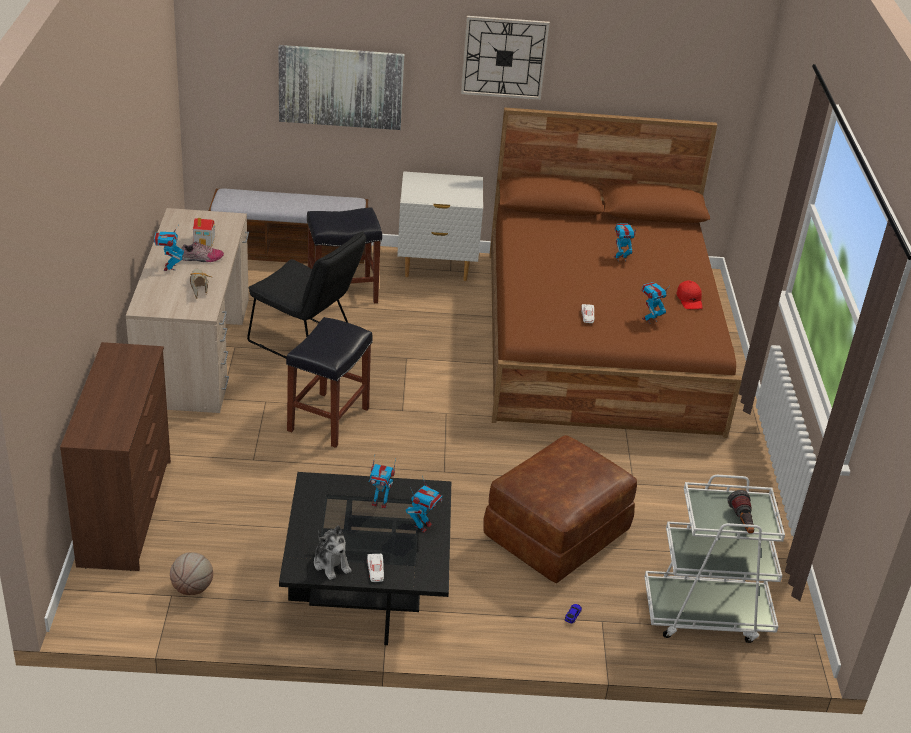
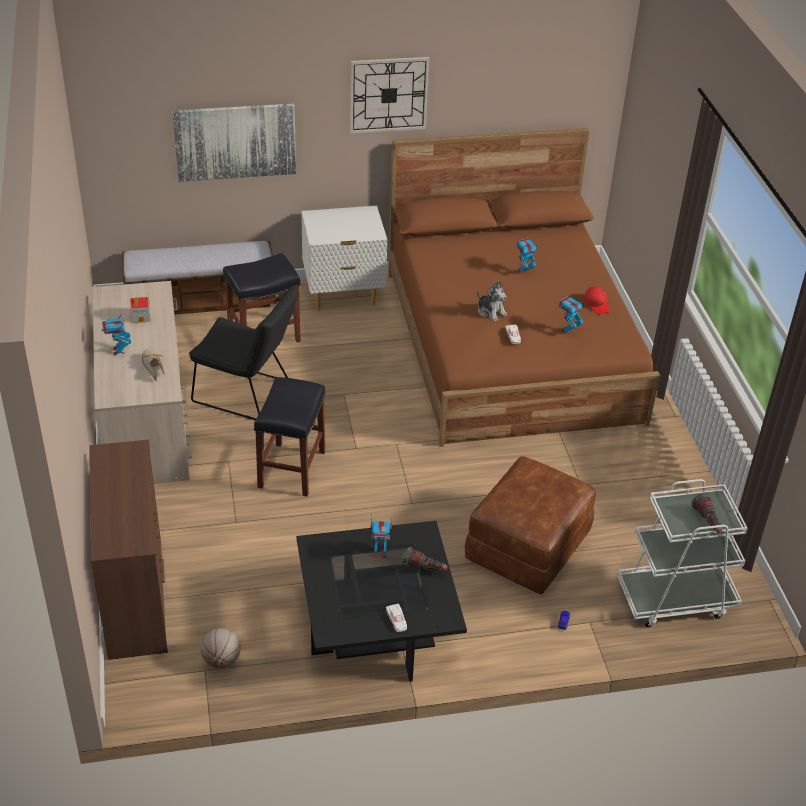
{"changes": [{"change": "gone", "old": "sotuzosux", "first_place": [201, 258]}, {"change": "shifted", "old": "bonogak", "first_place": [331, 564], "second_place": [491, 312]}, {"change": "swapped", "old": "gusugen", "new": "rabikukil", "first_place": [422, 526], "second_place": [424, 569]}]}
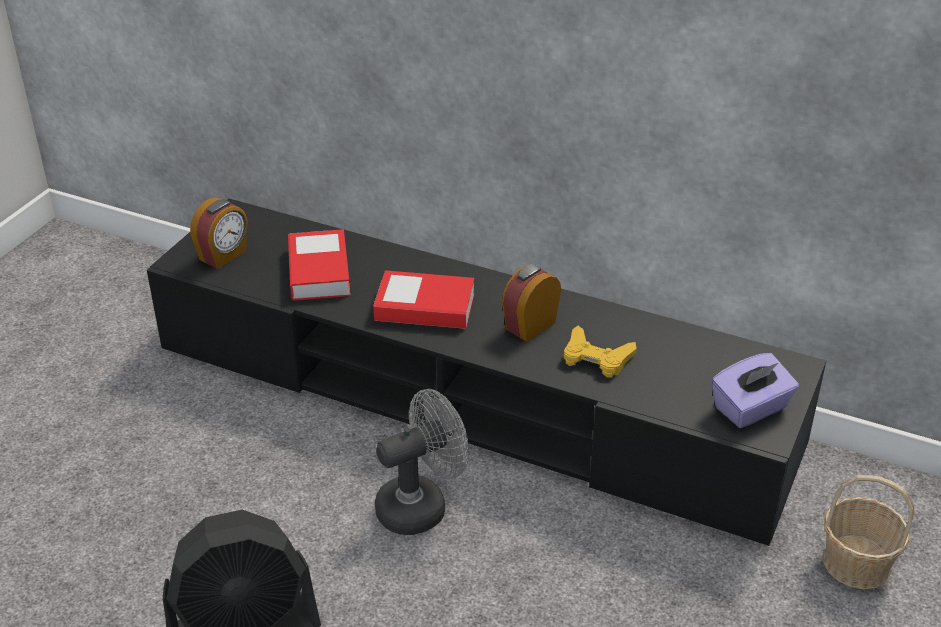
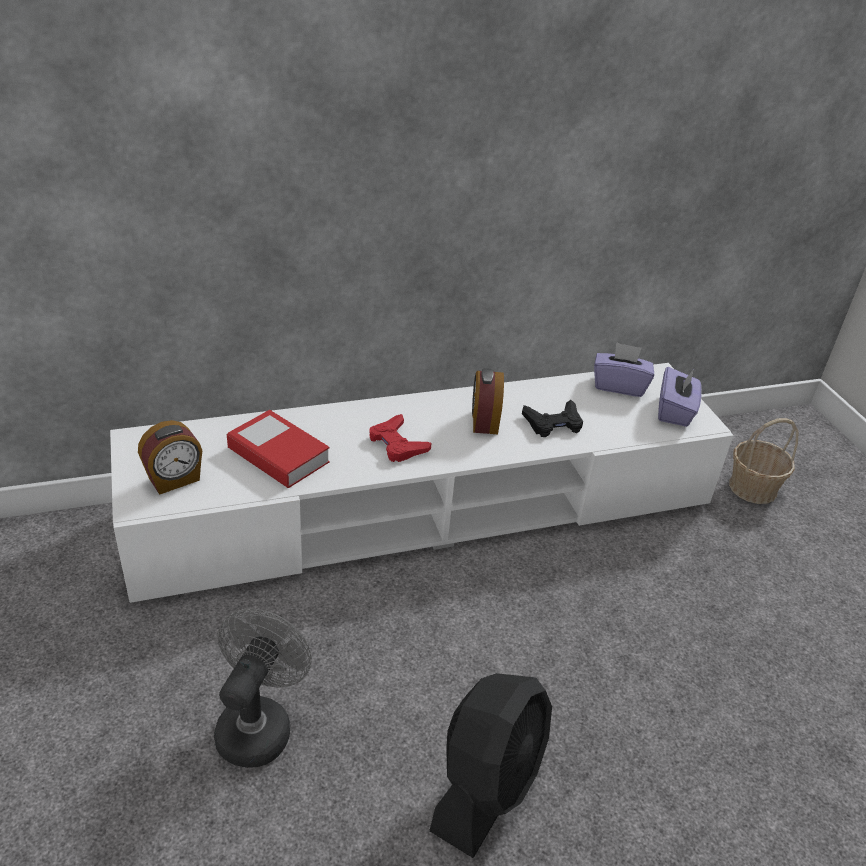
{"changes": [{"change": "new", "new": "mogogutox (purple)", "second_place": [619, 386]}, {"change": "shifted", "old": "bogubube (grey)", "first_place": [421, 505], "second_place": [258, 724]}, {"change": "swapped", "old": "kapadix", "new": "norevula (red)", "first_place": [425, 308], "second_place": [397, 444]}, {"change": "repainted", "old": "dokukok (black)", "new": "dokukok (white)", "first_place": [472, 398], "second_place": [428, 507]}, {"change": "repainted", "old": "norevula (yellow)", "new": "norevula (black)", "first_place": [596, 358], "second_place": [553, 423]}, {"change": "rotated", "old": "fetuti", "first_place": [223, 256], "second_place": [174, 480], "degrees": 60}]}
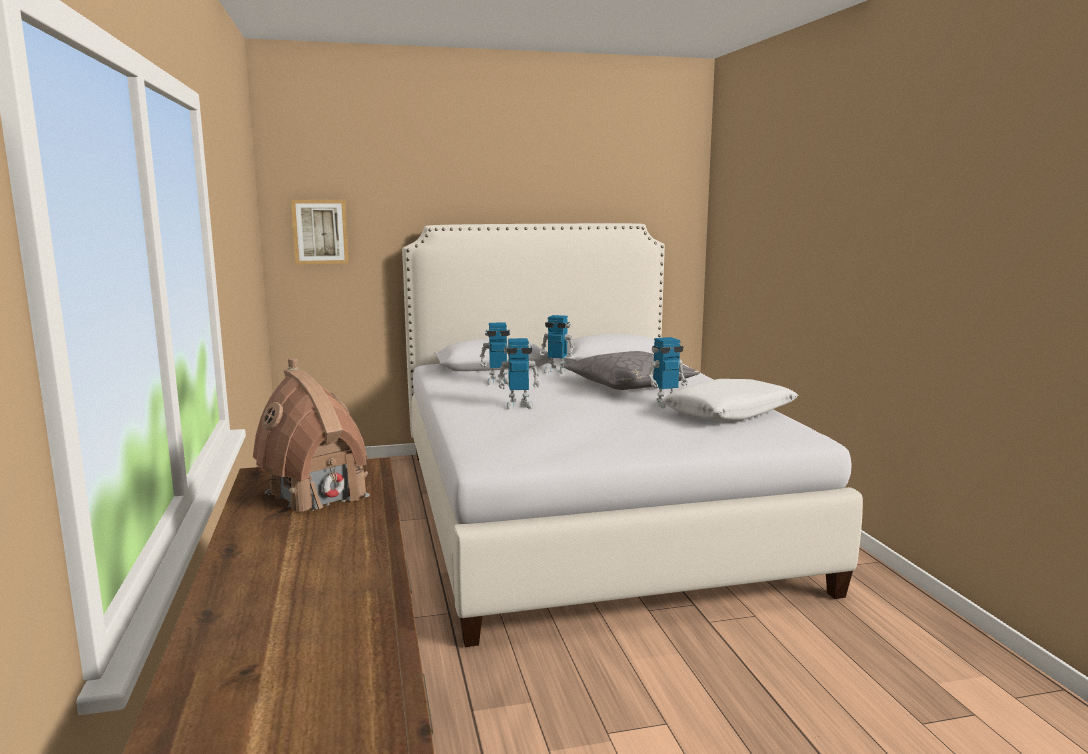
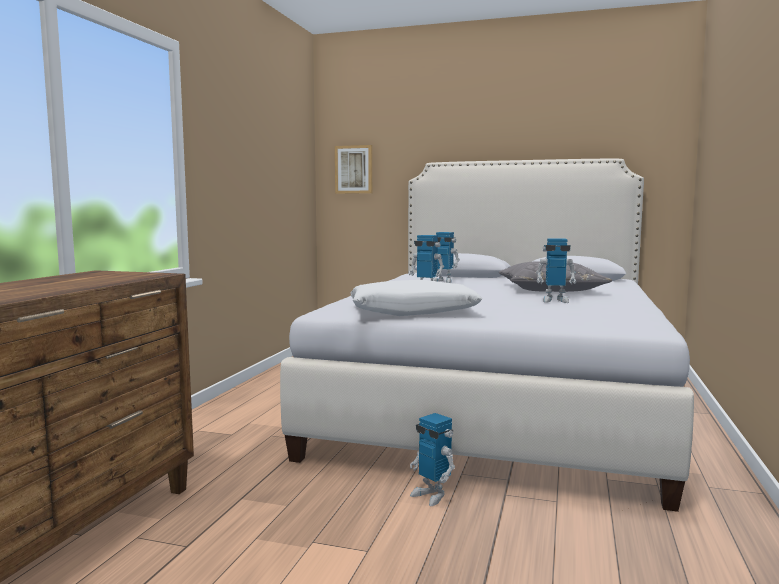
{"changes": [{"change": "gone", "old": "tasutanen", "first_place": [317, 494]}, {"change": "shifted", "old": "gusugen", "first_place": [556, 371], "second_place": [431, 495]}, {"change": "shifted", "old": "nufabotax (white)", "first_place": [730, 413], "second_place": [413, 312]}]}
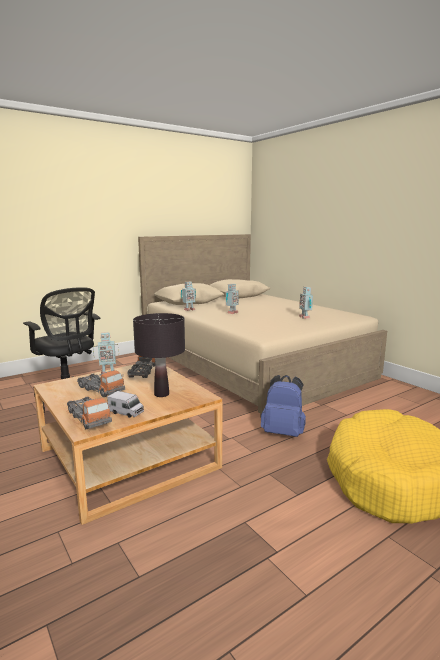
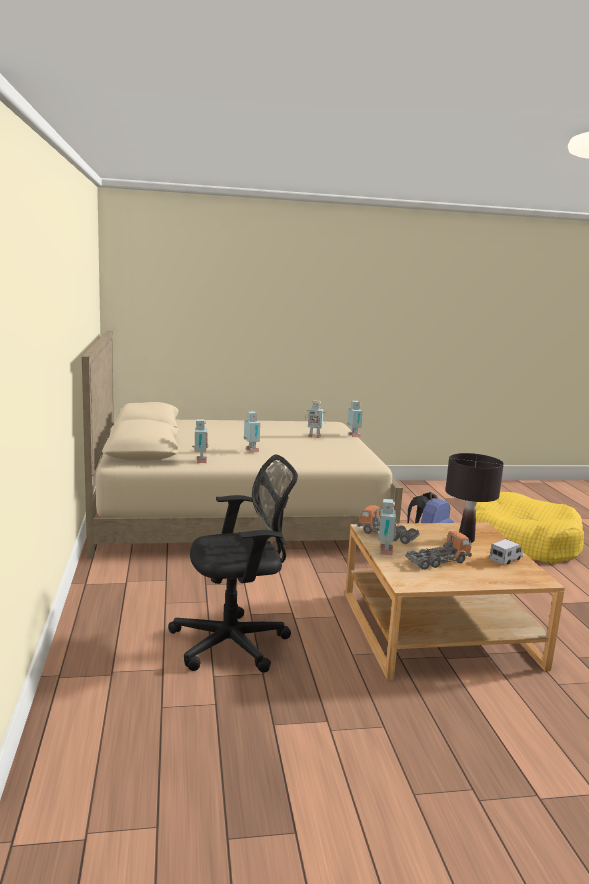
{"changes": [{"change": "gone", "old": "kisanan", "first_place": [89, 418]}, {"change": "new", "new": "gusugen", "second_place": [353, 436]}]}
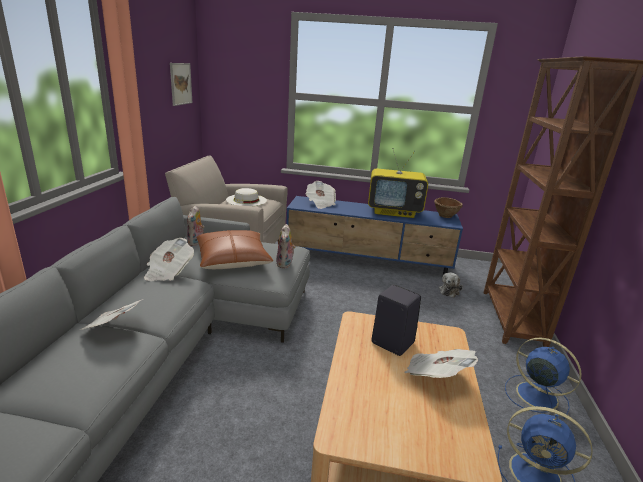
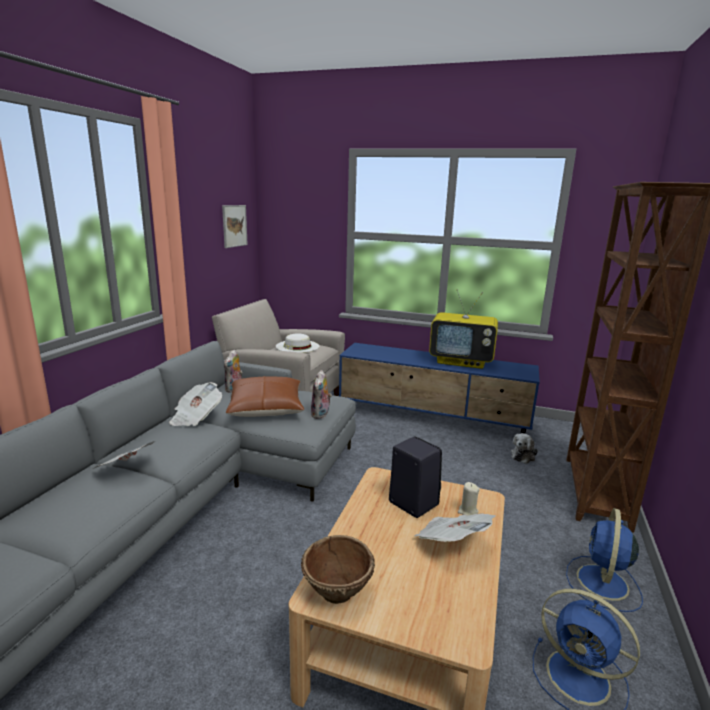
{"changes": [{"change": "gone", "old": "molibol", "first_place": [320, 203]}, {"change": "new", "new": "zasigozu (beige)", "second_place": [467, 512]}, {"change": "shifted", "old": "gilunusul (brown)", "first_place": [446, 216], "second_place": [337, 591]}, {"change": "rotated", "old": "bogubube (blue)", "first_place": [534, 394], "second_place": [602, 583], "degrees": -120}]}
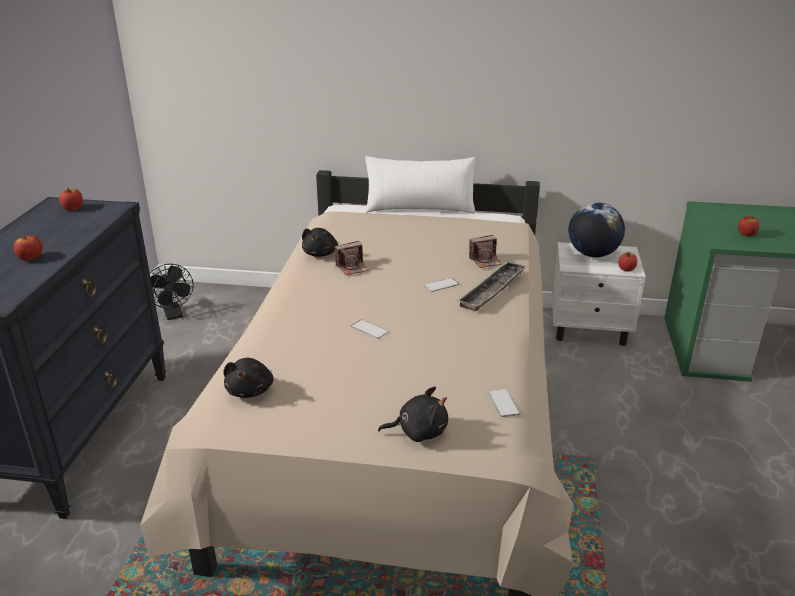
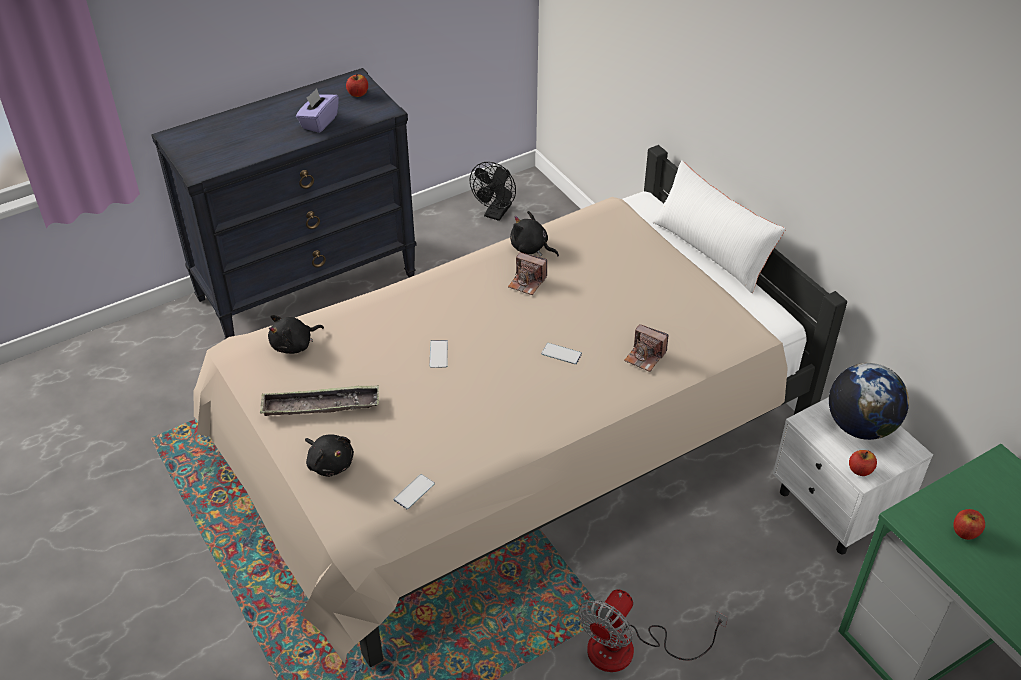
{"changes": [{"change": "gone", "old": "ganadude", "first_place": [30, 258]}, {"change": "new", "new": "mogogutox (purple)", "second_place": [319, 122]}, {"change": "new", "new": "bogubube", "second_place": [628, 650]}, {"change": "shifted", "old": "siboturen", "first_place": [492, 290], "second_place": [320, 405]}, {"change": "rotated", "old": "bonogak (black)", "first_place": [321, 253], "second_place": [531, 248], "degrees": 60}]}
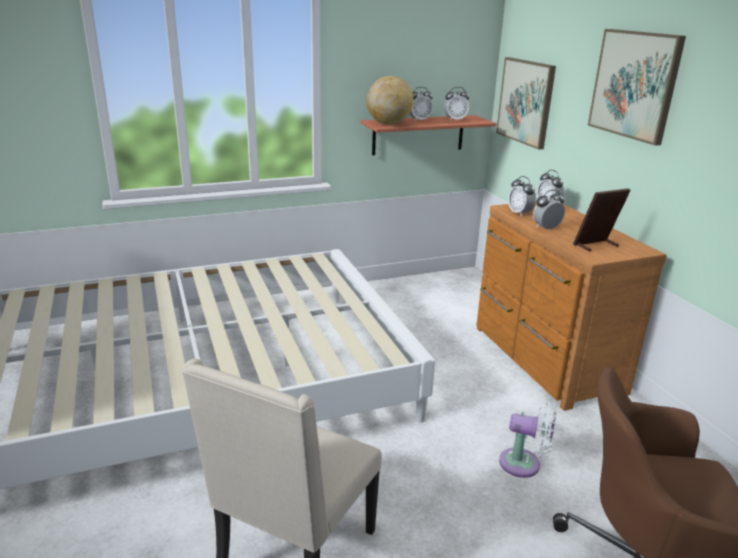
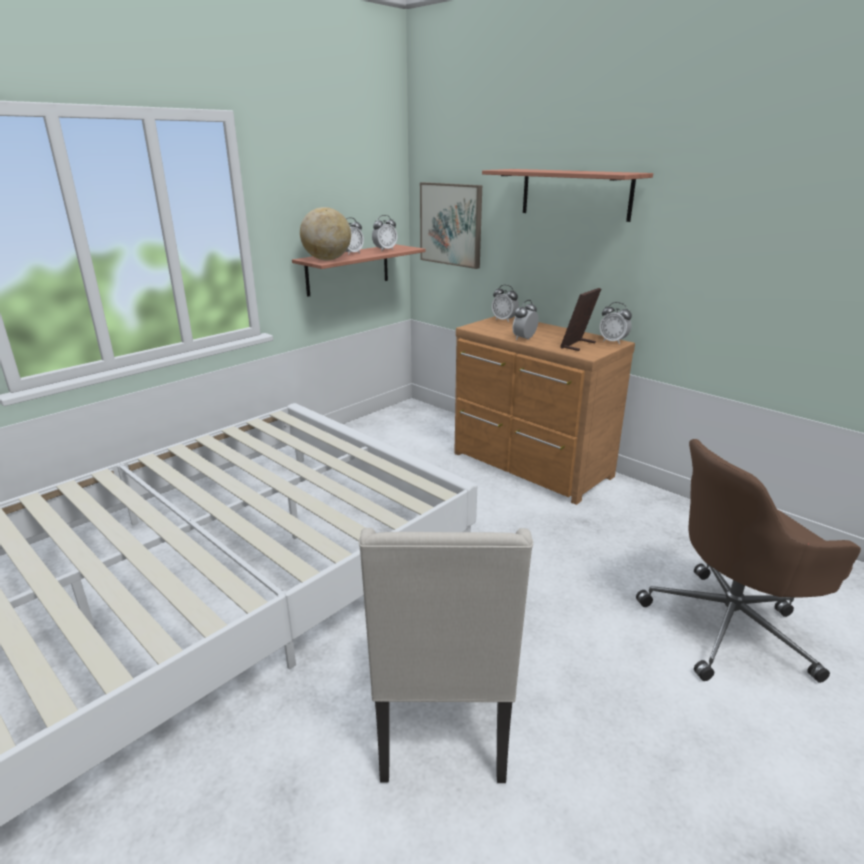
{"changes": [{"change": "gone", "old": "bogubube (white)", "first_place": [524, 464]}, {"change": "shifted", "old": "fetuti", "first_place": [519, 213], "second_place": [613, 341]}, {"change": "swapped", "old": "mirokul", "new": "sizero", "first_place": [634, 85], "second_place": [575, 194]}]}
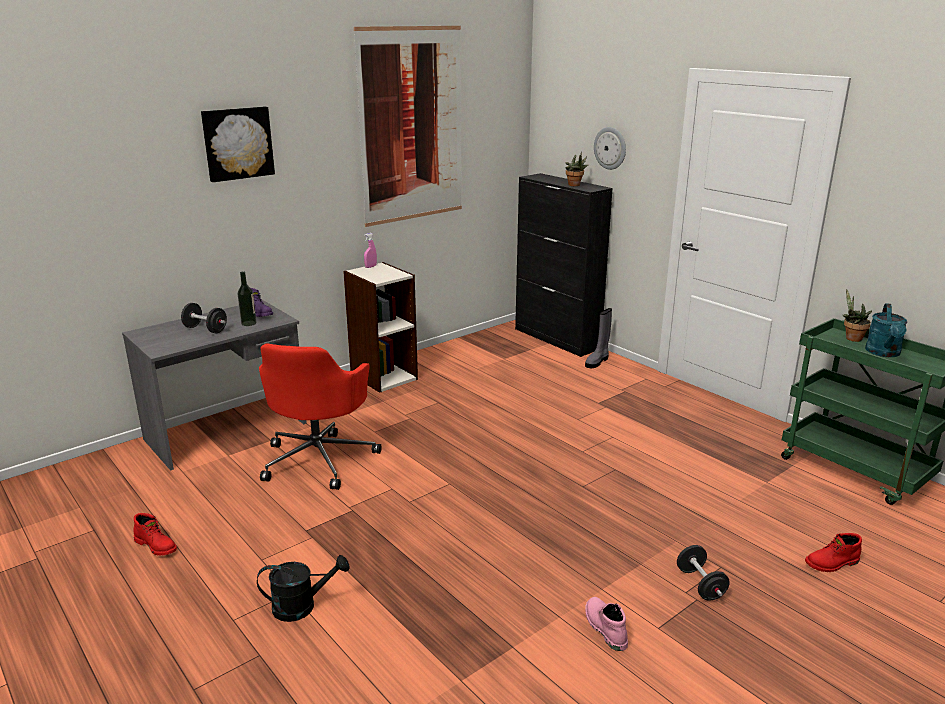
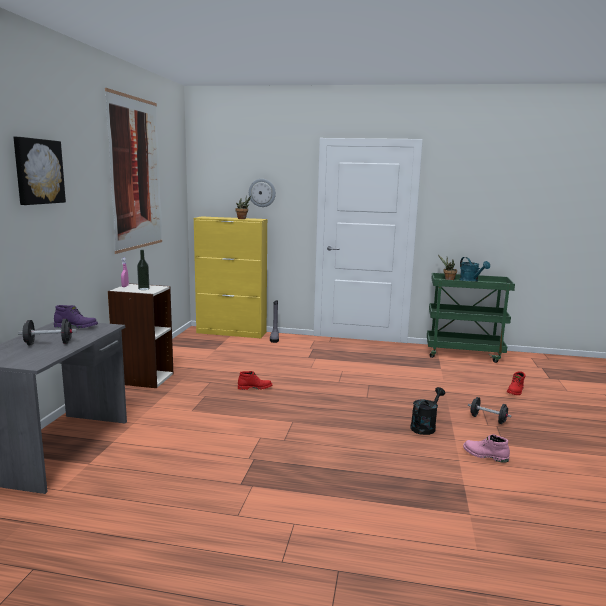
{"changes": [{"change": "gone", "old": "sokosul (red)", "first_place": [319, 459]}, {"change": "shifted", "old": "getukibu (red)", "first_place": [156, 545], "second_place": [255, 388]}, {"change": "shifted", "old": "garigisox", "first_place": [249, 323], "second_place": [143, 289]}, {"change": "shifted", "old": "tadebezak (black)", "first_place": [302, 606], "second_place": [425, 426]}, {"change": "repainted", "old": "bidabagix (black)", "new": "bidabagix (yellow)", "first_place": [557, 339], "second_place": [232, 332]}]}
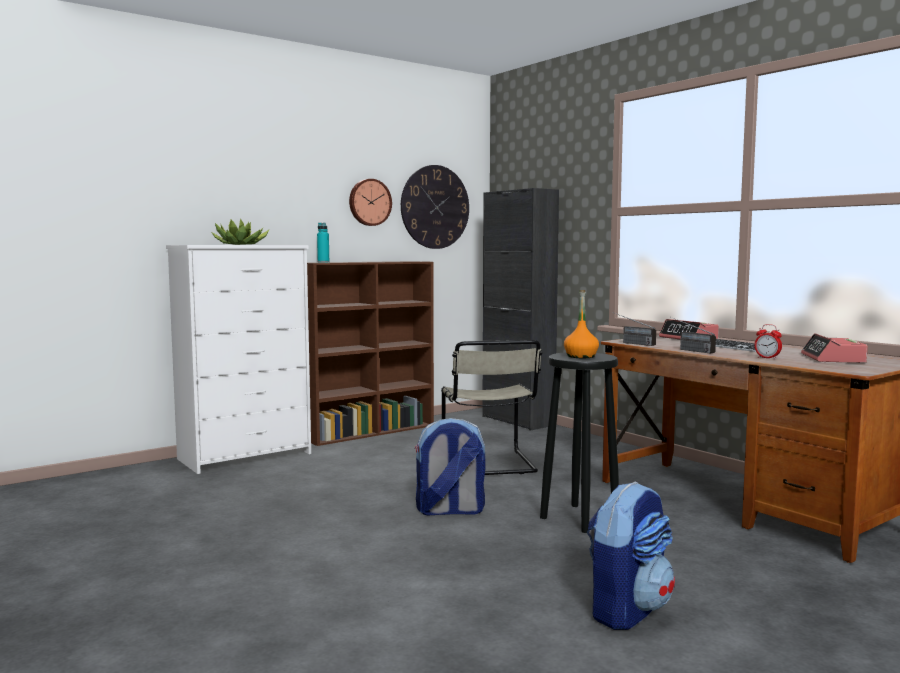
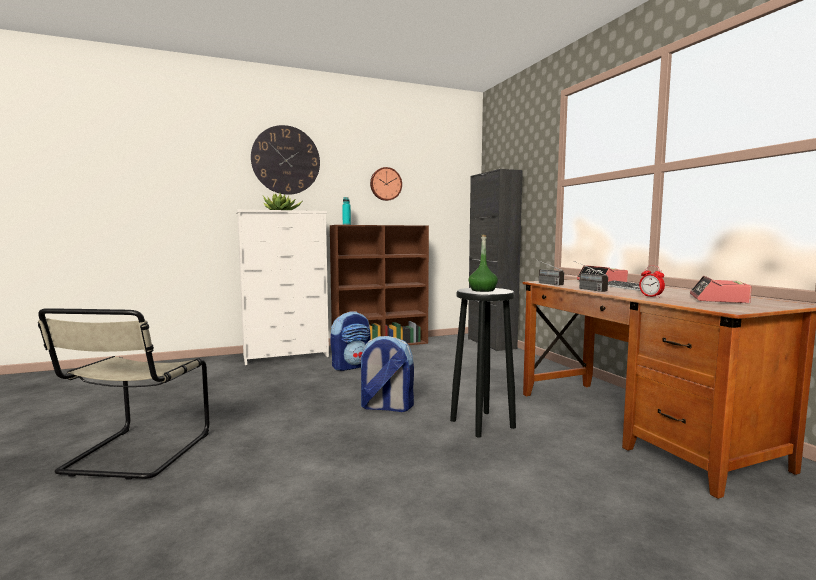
{"changes": [{"change": "shifted", "old": "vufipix", "first_place": [435, 207], "second_place": [286, 160]}, {"change": "shifted", "old": "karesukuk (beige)", "first_place": [489, 464], "second_place": [134, 455]}, {"change": "shifted", "old": "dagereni", "first_place": [627, 610], "second_place": [351, 366]}, {"change": "repainted", "old": "garigisox (orange)", "new": "garigisox (green)", "first_place": [580, 356], "second_place": [482, 290]}]}
